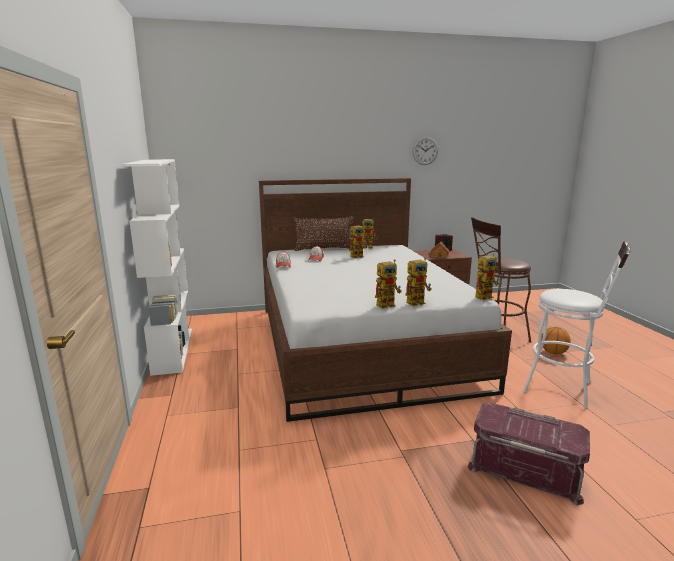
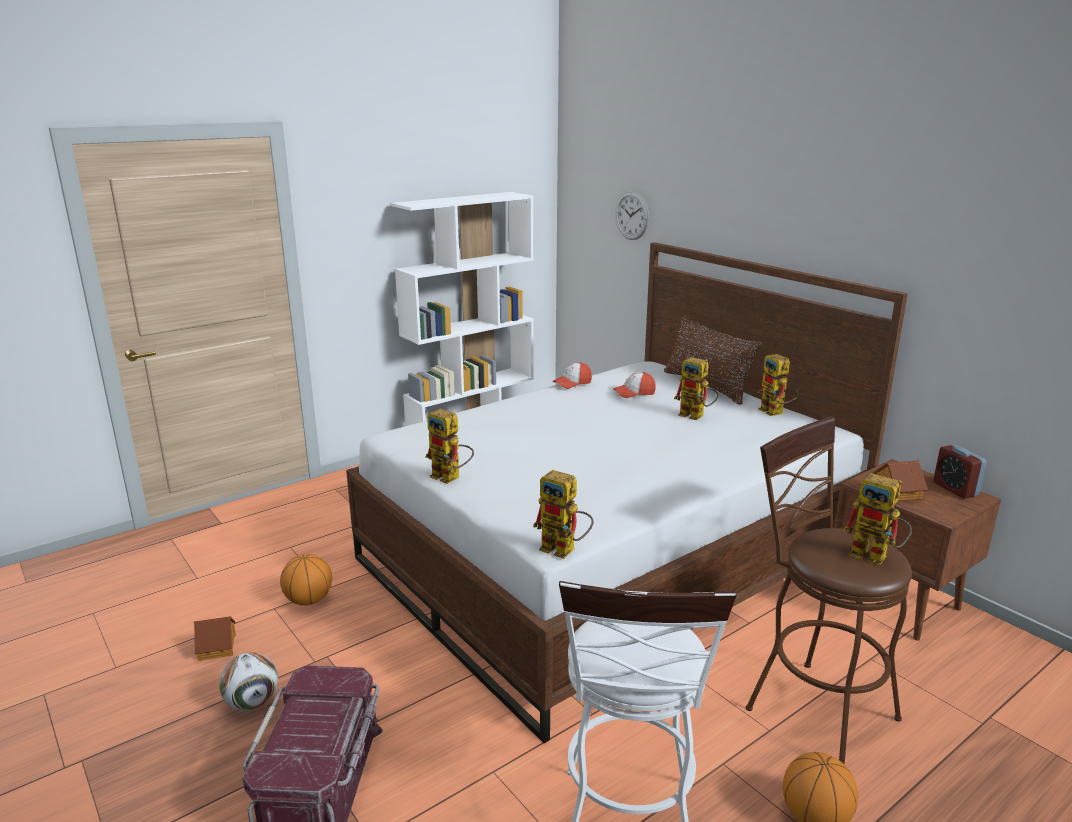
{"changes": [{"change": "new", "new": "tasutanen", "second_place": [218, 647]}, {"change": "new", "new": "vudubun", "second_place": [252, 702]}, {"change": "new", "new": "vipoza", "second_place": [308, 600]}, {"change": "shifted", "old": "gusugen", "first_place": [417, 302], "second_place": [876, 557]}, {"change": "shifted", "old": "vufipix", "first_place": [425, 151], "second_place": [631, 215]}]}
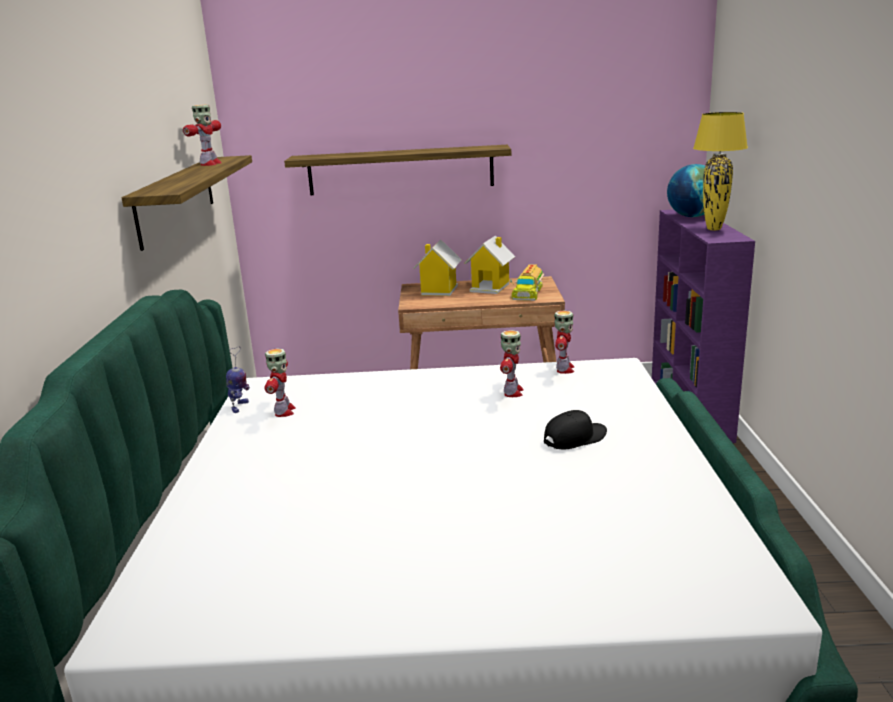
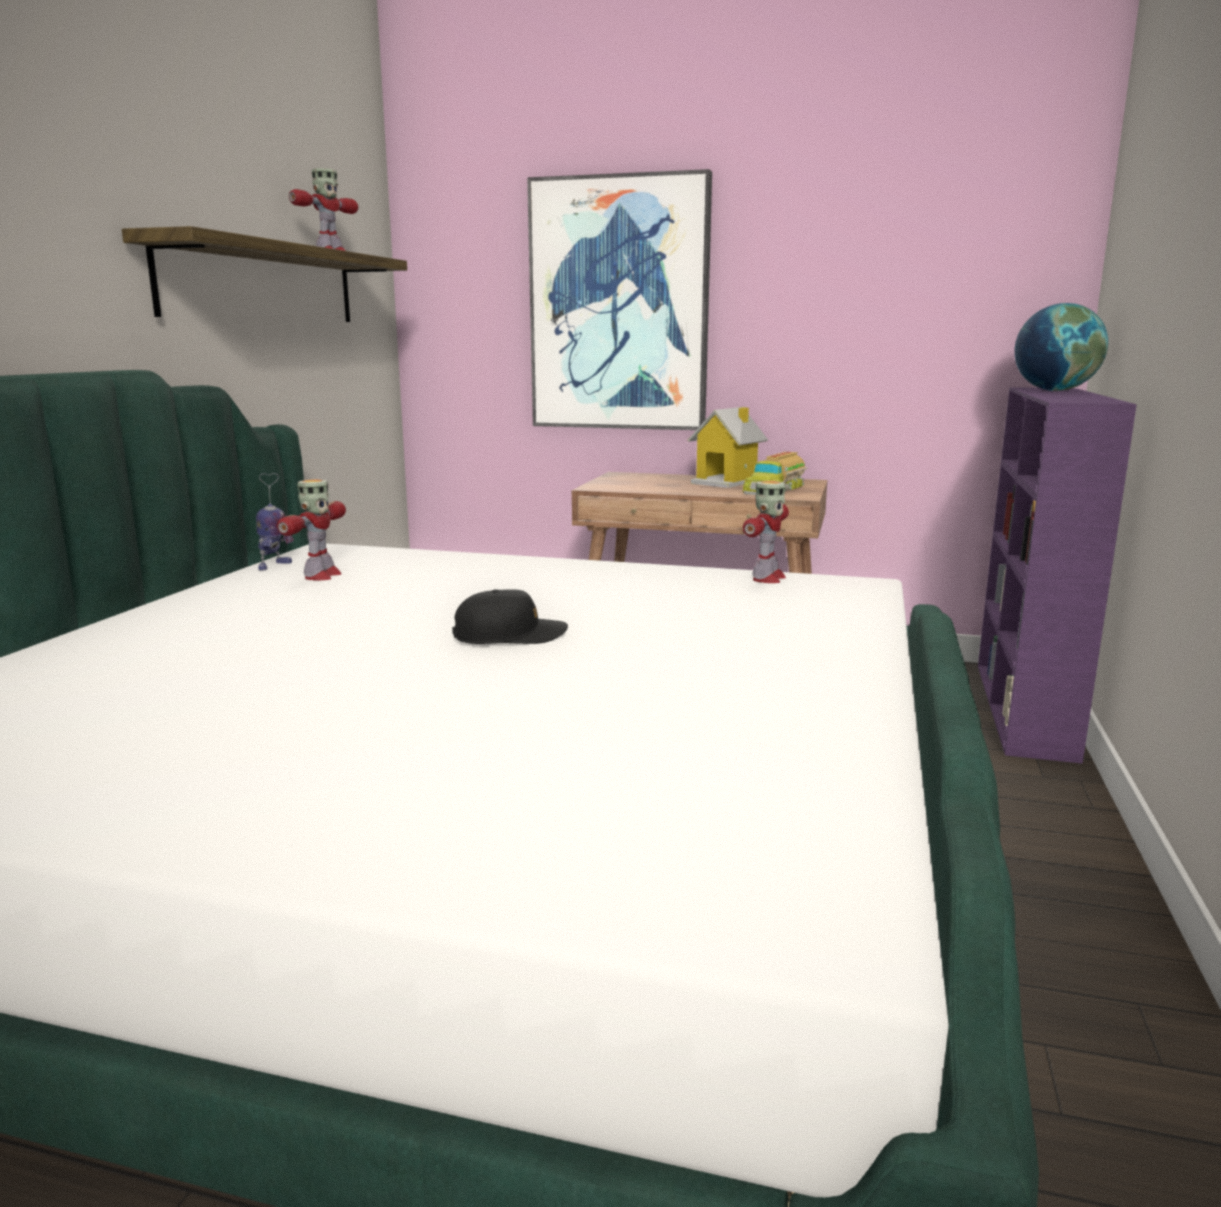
{"changes": [{"change": "gone", "old": "tasutanen", "first_place": [438, 291]}, {"change": "gone", "old": "gusugen", "first_place": [512, 392]}, {"change": "gone", "old": "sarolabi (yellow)", "first_place": [713, 229]}, {"change": "shifted", "old": "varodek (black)", "first_place": [575, 438], "second_place": [510, 636]}, {"change": "swapped", "old": "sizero", "new": "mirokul", "first_place": [400, 170], "second_place": [619, 305]}]}
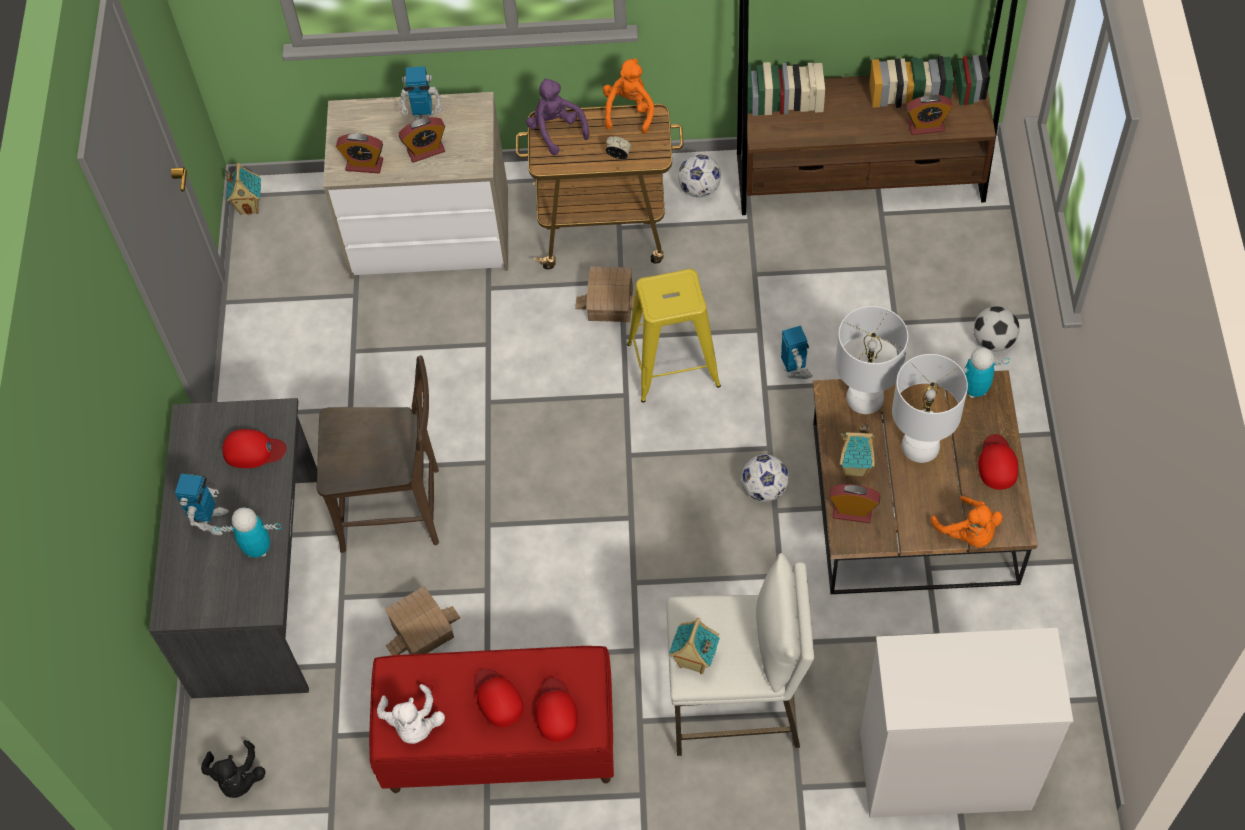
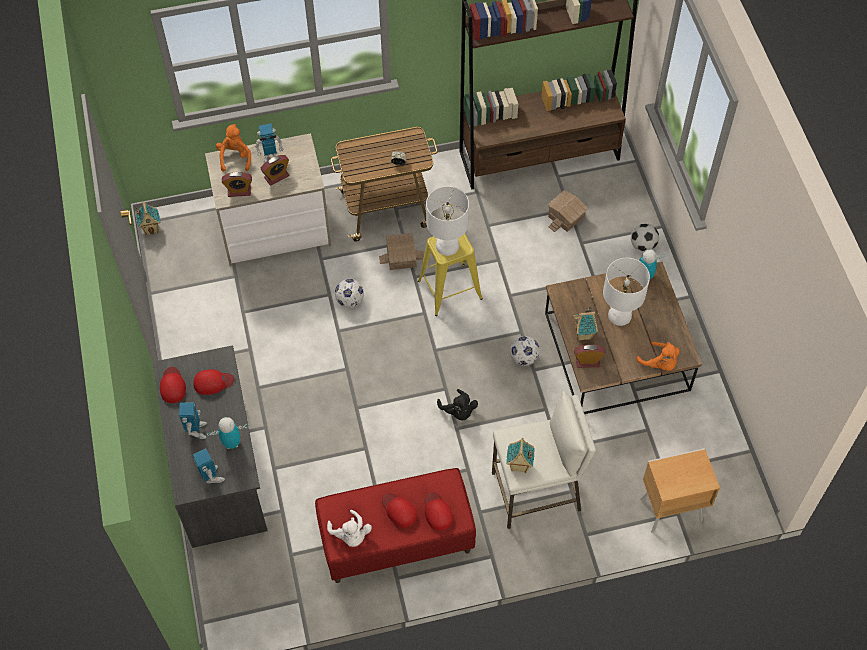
{"changes": [{"change": "gone", "old": "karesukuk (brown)", "first_place": [397, 509]}, {"change": "gone", "old": "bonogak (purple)", "first_place": [556, 130]}, {"change": "gone", "old": "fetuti", "first_place": [926, 126]}, {"change": "shifted", "old": "bonogak (black)", "first_place": [237, 778], "second_place": [458, 411]}, {"change": "shifted", "old": "tasutanen", "first_place": [423, 633], "second_place": [567, 217]}, {"change": "shifted", "old": "bonogak (orange)", "first_place": [629, 111], "second_place": [235, 157]}, {"change": "shifted", "old": "vudubun", "first_place": [699, 189], "second_place": [350, 300]}, {"change": "shifted", "old": "gusugen", "first_place": [795, 370], "second_place": [212, 477]}, {"change": "shifted", "old": "sarolabi (white)", "first_place": [865, 399], "second_place": [447, 246]}, {"change": "shifted", "old": "varodek (red)", "first_place": [997, 463], "second_place": [172, 386]}, {"change": "swapped", "old": "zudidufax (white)", "new": "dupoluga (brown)", "first_place": [943, 771], "second_place": [669, 509]}]}
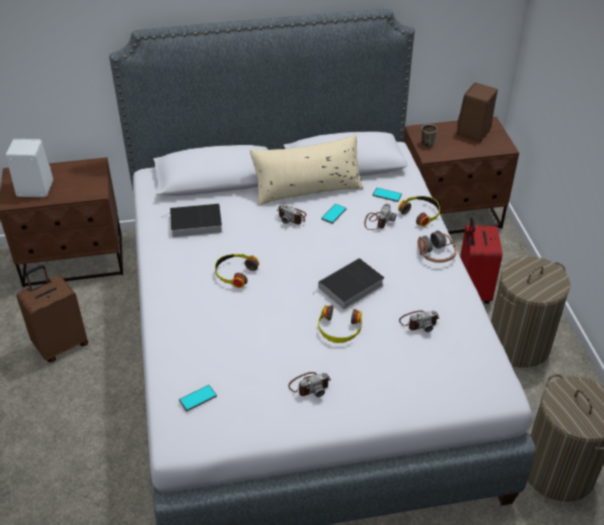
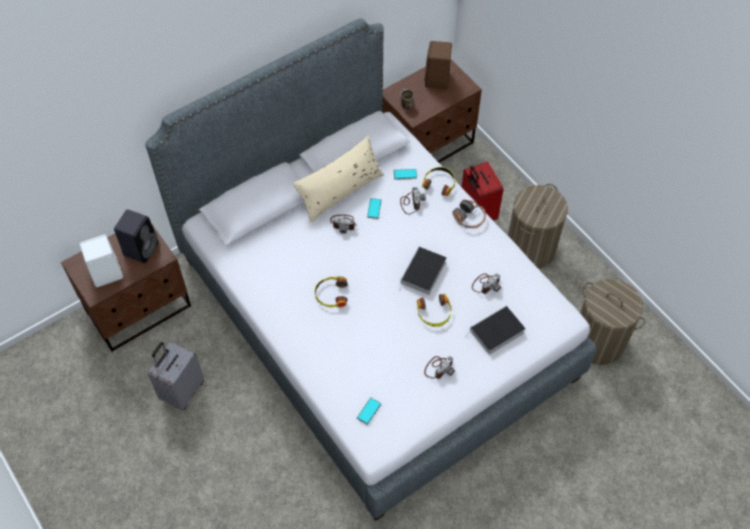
{"changes": [{"change": "new", "new": "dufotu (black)", "second_place": [141, 248]}, {"change": "shifted", "old": "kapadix", "first_place": [194, 224], "second_place": [496, 332]}, {"change": "repainted", "old": "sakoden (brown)", "new": "sakoden (grey)", "first_place": [61, 345], "second_place": [182, 391]}]}
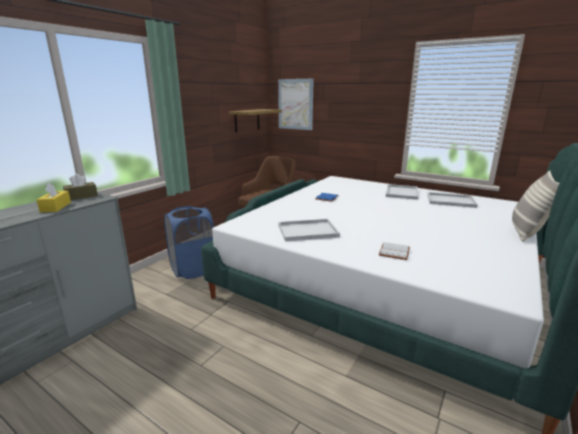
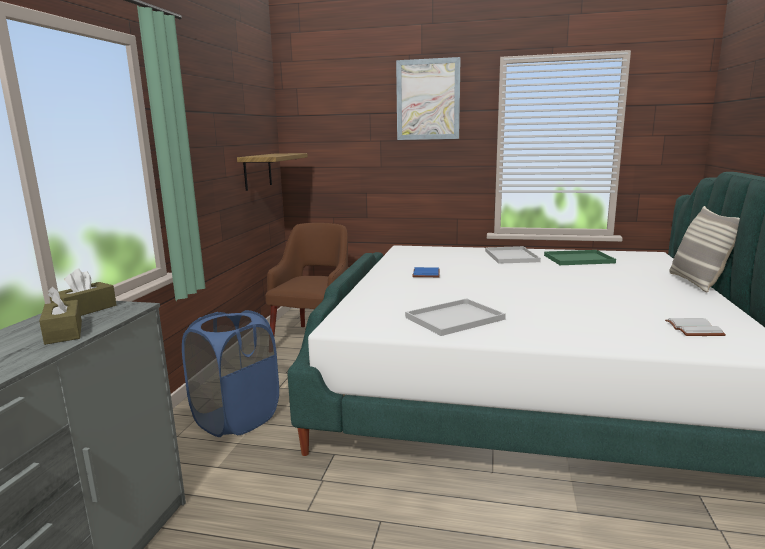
{"changes": [{"change": "shifted", "old": "mirokul", "first_place": [295, 104], "second_place": [428, 99]}, {"change": "shifted", "old": "kapadix (white)", "first_place": [395, 252], "second_place": [695, 329]}, {"change": "repainted", "old": "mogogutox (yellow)", "new": "mogogutox (brown)", "first_place": [56, 207], "second_place": [64, 332]}, {"change": "repainted", "old": "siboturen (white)", "new": "siboturen (green)", "first_place": [451, 201], "second_place": [579, 259]}]}
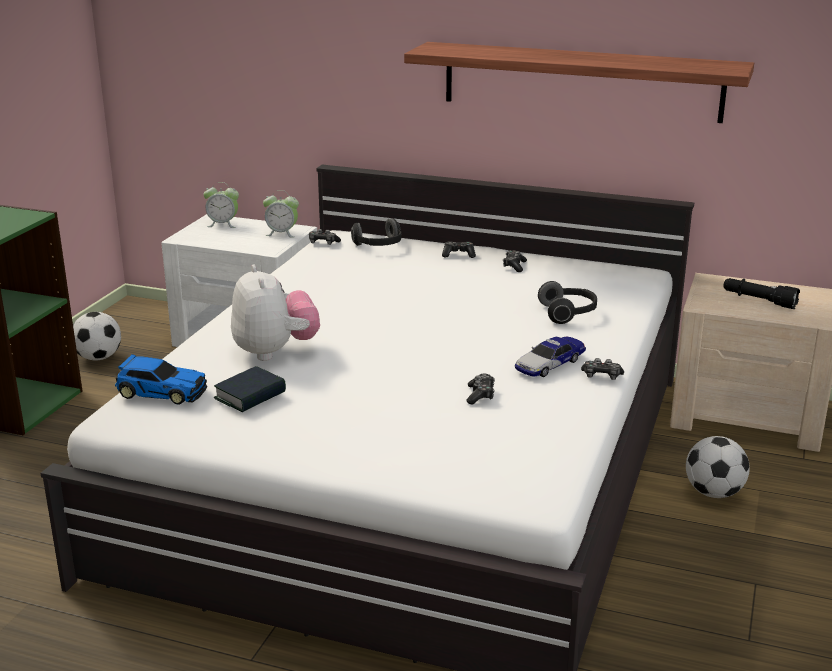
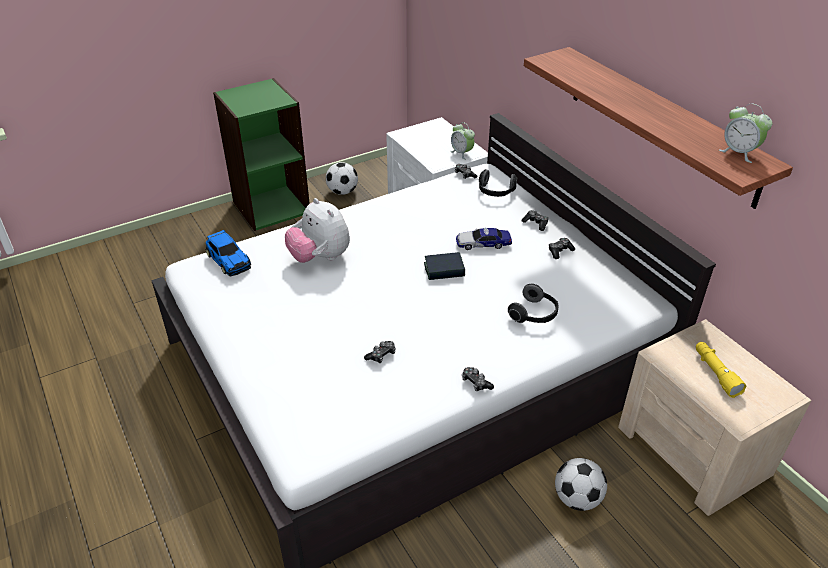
{"changes": [{"change": "shifted", "old": "fetuti", "first_place": [223, 224], "second_place": [739, 153]}, {"change": "shifted", "old": "kapadix", "first_place": [250, 395], "second_place": [444, 270]}, {"change": "shifted", "old": "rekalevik", "first_place": [550, 364], "second_place": [483, 243]}, {"change": "repainted", "old": "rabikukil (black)", "new": "rabikukil (yellow)", "first_place": [758, 300], "second_place": [715, 373]}, {"change": "rotated", "old": "bonogak", "first_place": [275, 352], "second_place": [320, 257], "degrees": 120}]}
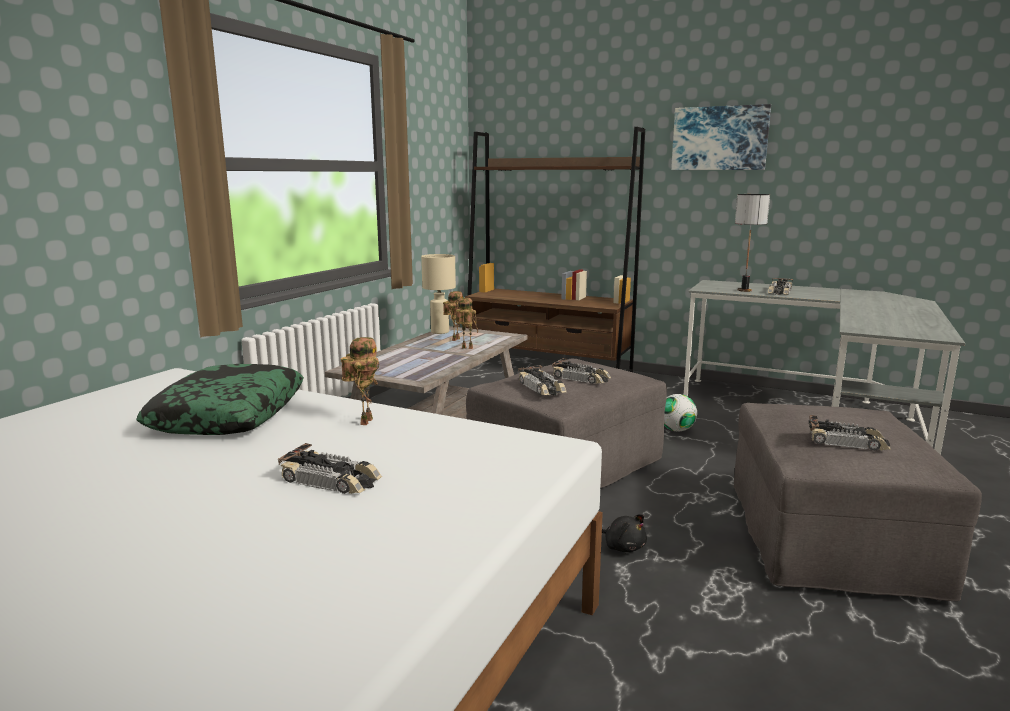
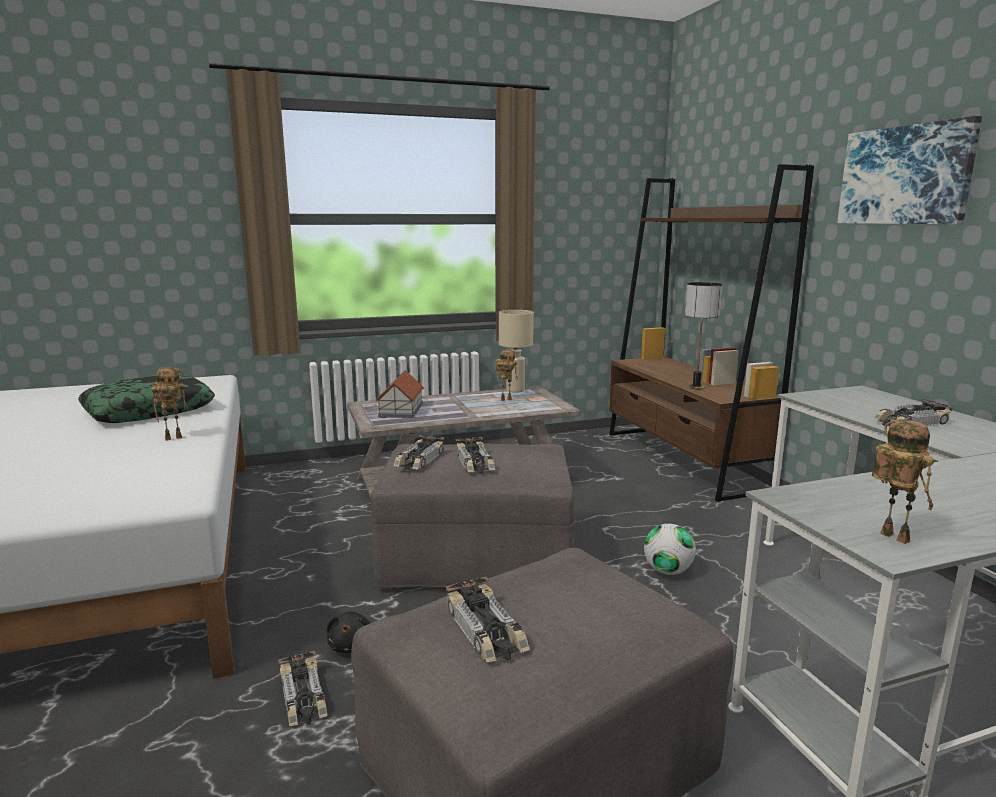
{"changes": [{"change": "new", "new": "tasutanen", "second_place": [400, 410]}, {"change": "shifted", "old": "rekalevik", "first_place": [332, 480], "second_place": [303, 697]}, {"change": "shifted", "old": "gusugen", "first_place": [466, 348], "second_place": [890, 537]}, {"change": "shifted", "old": "sarolabi", "first_place": [744, 290], "second_place": [696, 387]}]}
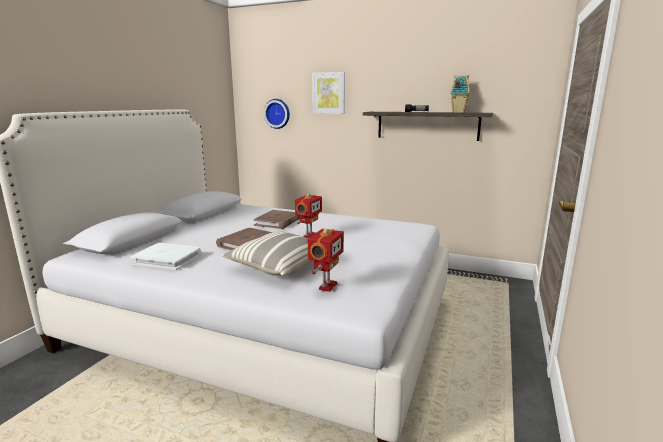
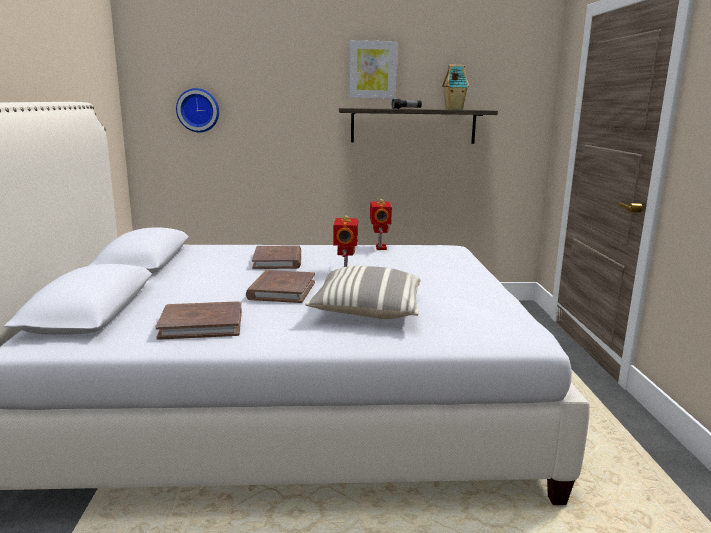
{"changes": [{"change": "shifted", "old": "gusugen", "first_place": [326, 286], "second_place": [379, 247]}, {"change": "shifted", "old": "mirokul", "first_place": [328, 93], "second_place": [372, 70]}, {"change": "repainted", "old": "kapadix (white)", "new": "kapadix (brown)", "first_place": [167, 259], "second_place": [201, 324]}]}
